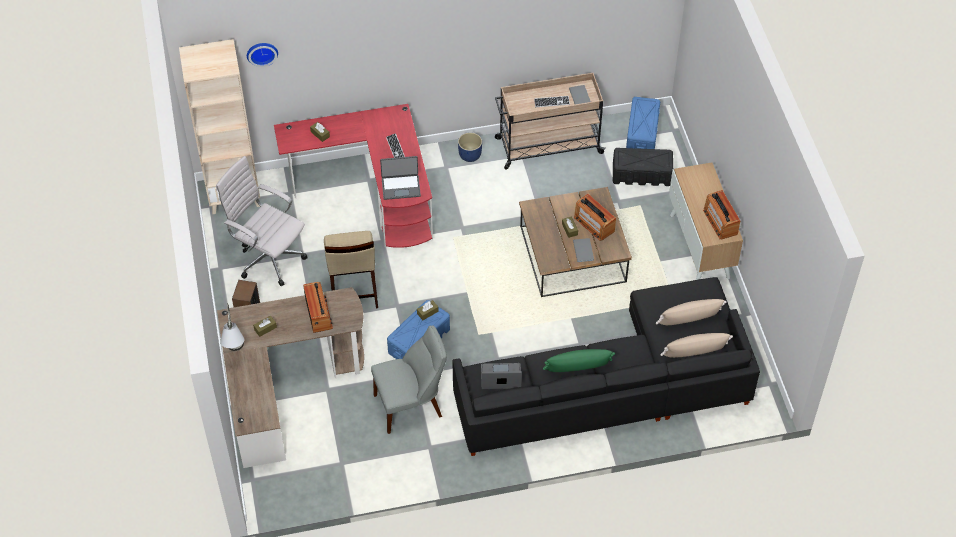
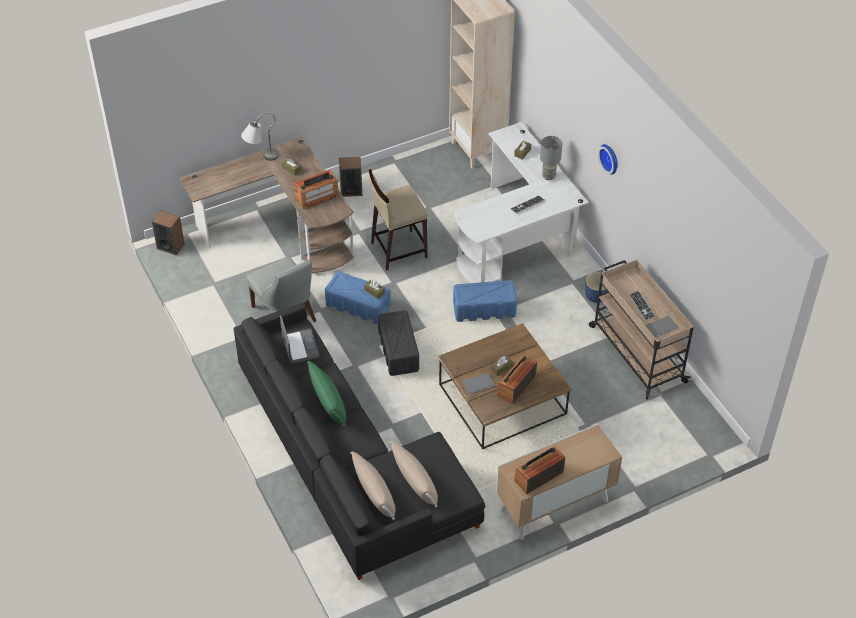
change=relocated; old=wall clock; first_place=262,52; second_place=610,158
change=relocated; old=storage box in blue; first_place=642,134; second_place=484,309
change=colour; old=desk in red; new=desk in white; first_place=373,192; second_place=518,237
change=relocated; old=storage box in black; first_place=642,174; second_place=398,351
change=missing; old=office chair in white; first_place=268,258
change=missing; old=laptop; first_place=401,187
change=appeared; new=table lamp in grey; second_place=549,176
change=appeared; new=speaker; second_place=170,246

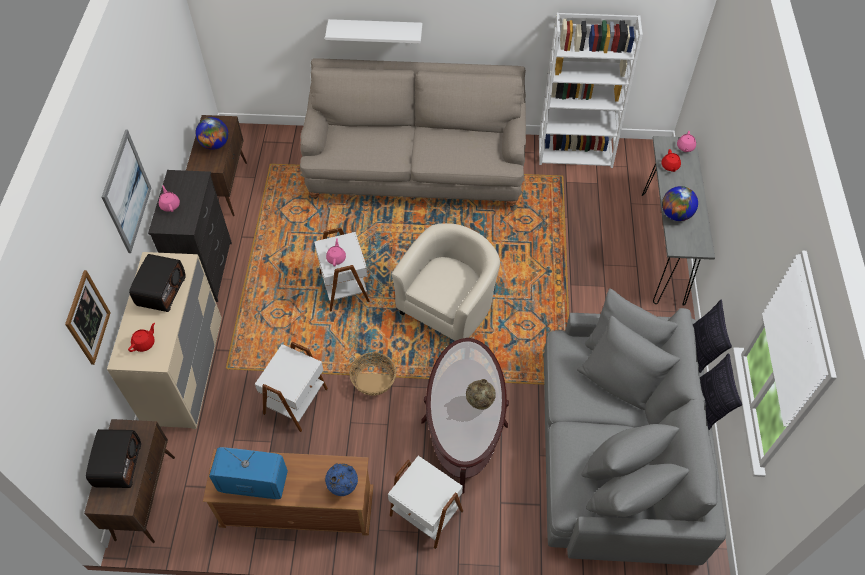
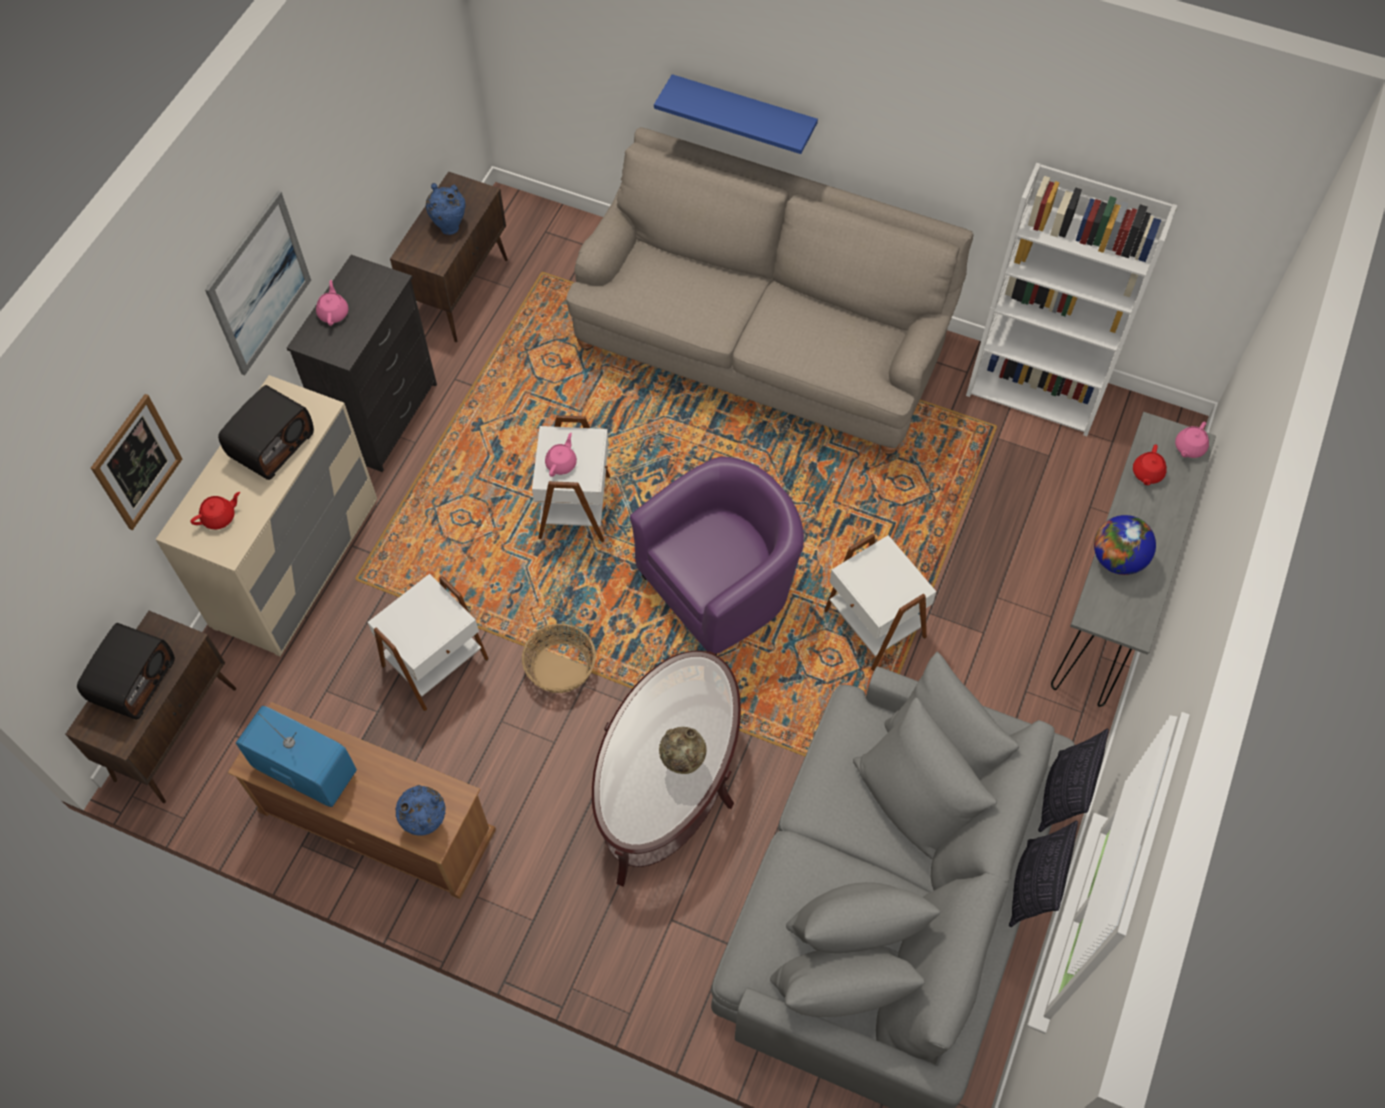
change=colour; old=shelf in white; new=shelf in blue; first_place=375,31; second_place=743,111
change=exchanged; old=globe; new=vase in blue; first_place=215,144; second_place=449,226
change=colour; old=armchair in beige; new=armchair in purple; first_place=448,306; second_place=721,587
change=relocated; old=side table in white; first_place=425,514; second_place=873,625

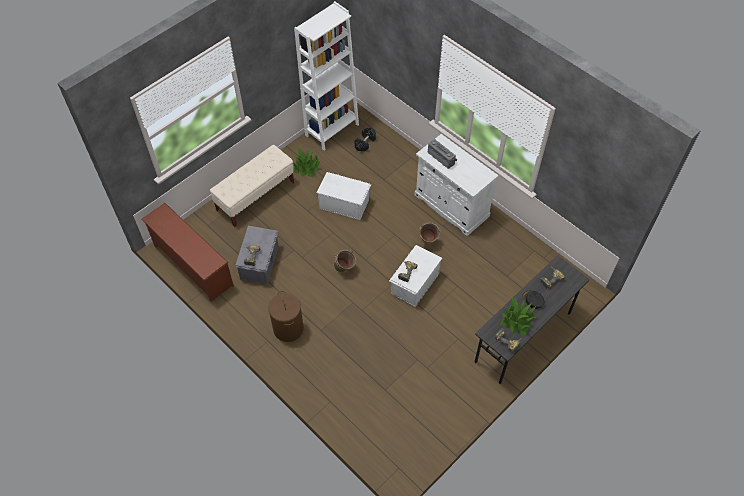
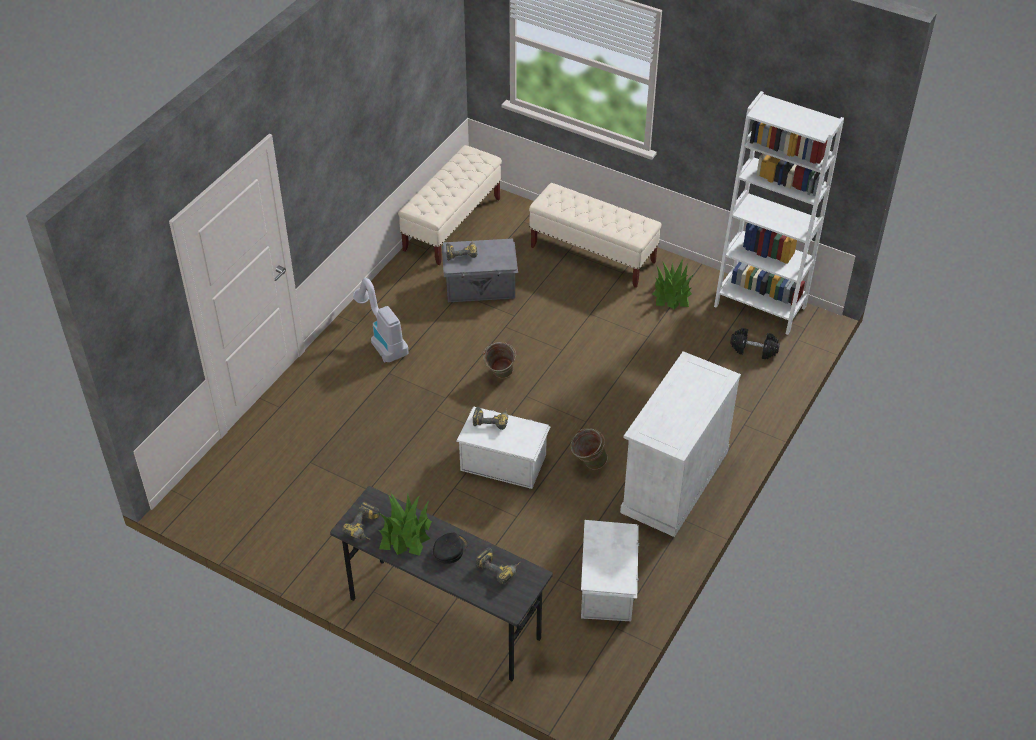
change=missing; old=radio; first_place=442,157
change=relocated; old=storage box in white; first_place=344,203; second_place=608,585
change=exchanged; old=shoe rack in brown; new=bench in beige; first_place=192,266; second_place=452,224
change=exchanged; old=laundry basket in brown; new=vacuum cleaner; first_place=288,329; second_place=382,339

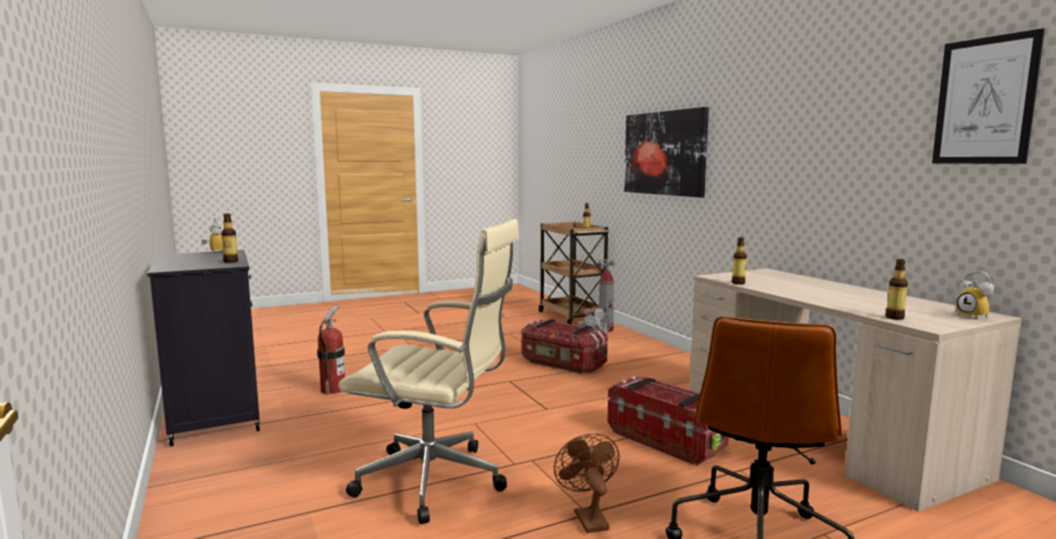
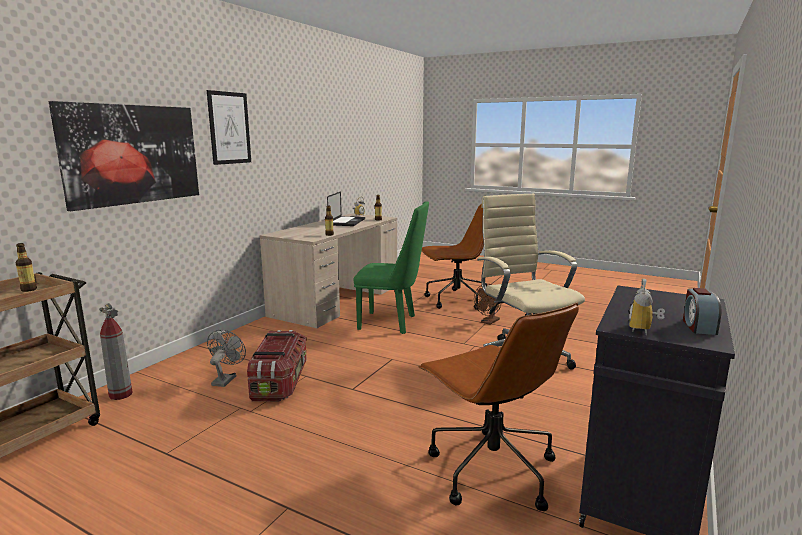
change=relocated; old=picture; first_place=984,101; second_place=229,128
change=missing; old=bottle; first_place=231,261
change=exchanged; old=fire extinguisher; new=office chair in brown; first_place=333,389; second_place=490,469
change=exchanged; old=storage box; new=chair in green; first_place=666,440; second_place=392,323
change=appeared; new=laptop; second_place=347,222
change=appeared; new=alarm clock; second_place=698,326

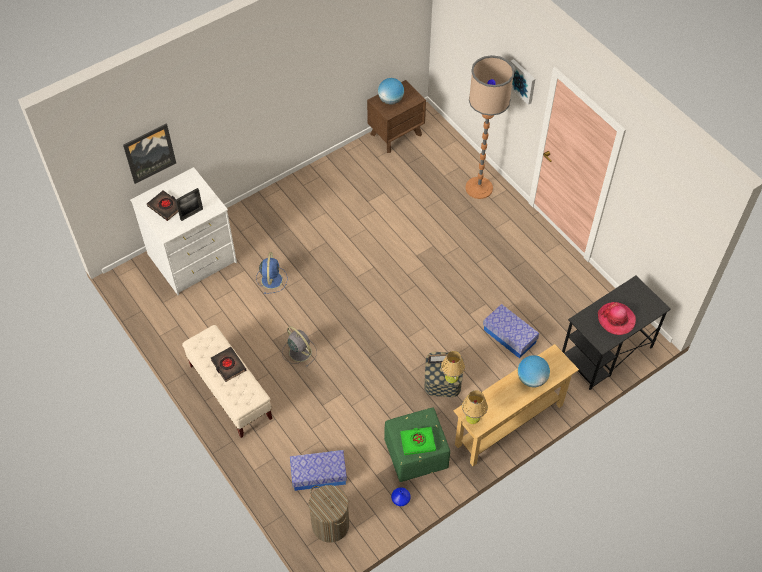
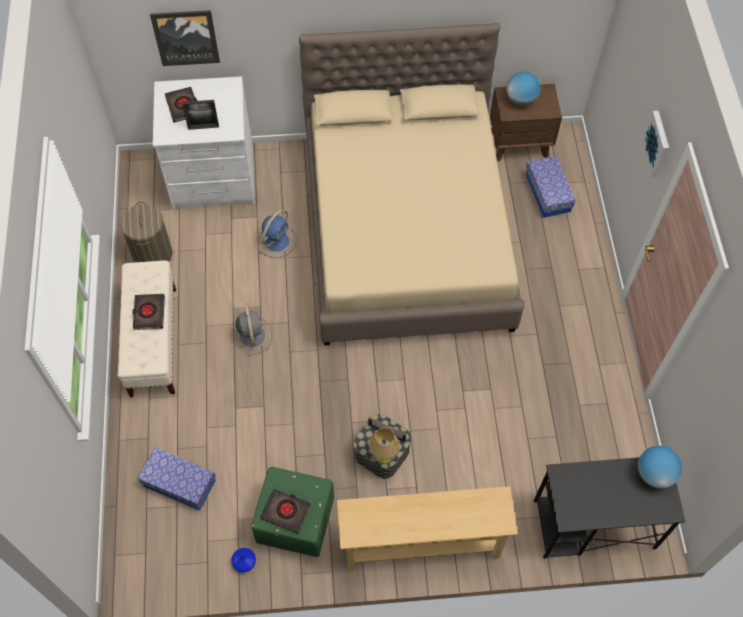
change=missing; old=floor lamp; first_place=479,188
change=missing; old=hat; first_place=616,319
change=relocated; old=storage box; first_place=509,336; second_place=548,193
change=relocated; old=globe; first_place=531,379; second_place=654,474
change=missing; old=table lamp; first_place=473,417
change=colour; old=book in green; new=book in black; first_place=417,442; second_place=286,511
change=relocated; old=laundry basket; first_place=330,524; second_place=152,254
change=appeared; new=bed in beige; second_place=407,231

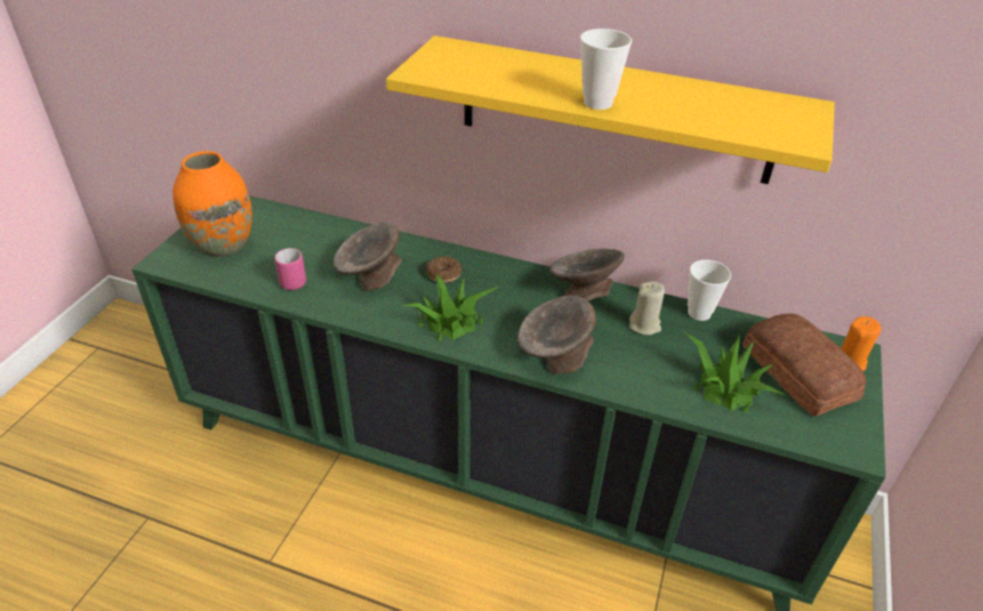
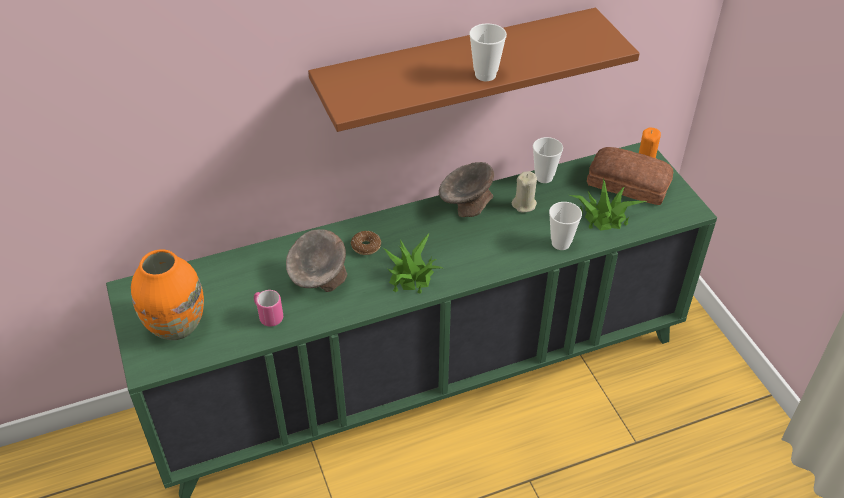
change=colour; old=shelf in yellow; new=shelf in brown; first_place=615,110; second_place=457,68
change=missing; old=bowl in grey; first_place=554,356
change=appeared; new=cup; second_place=561,243

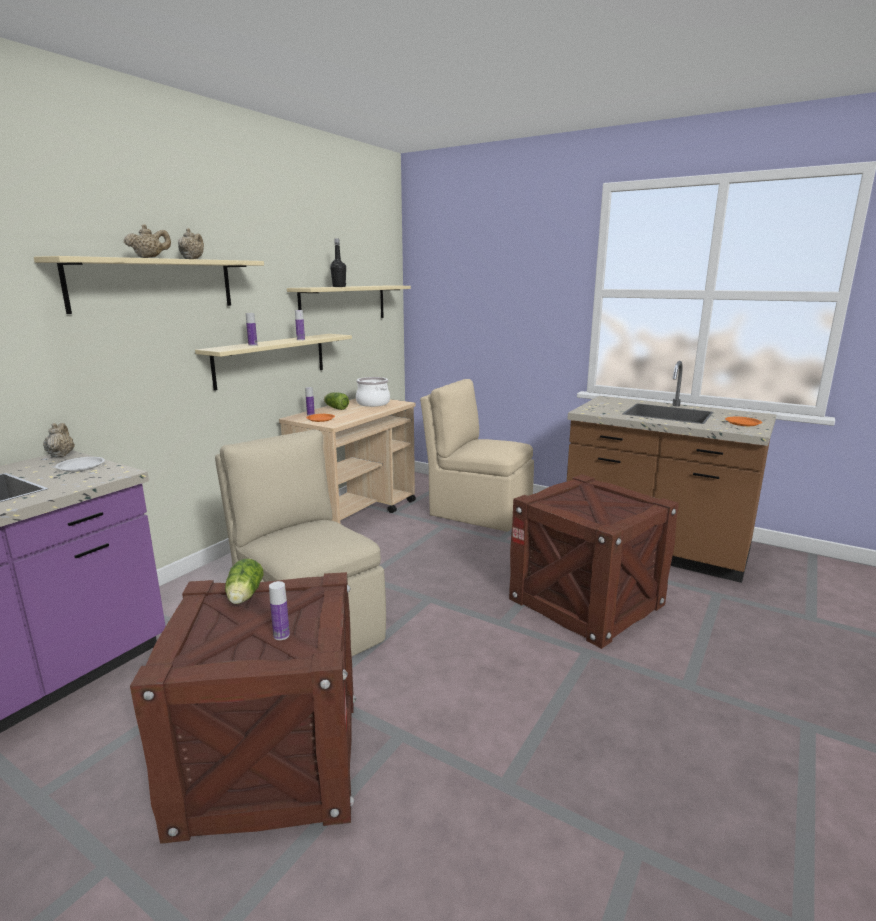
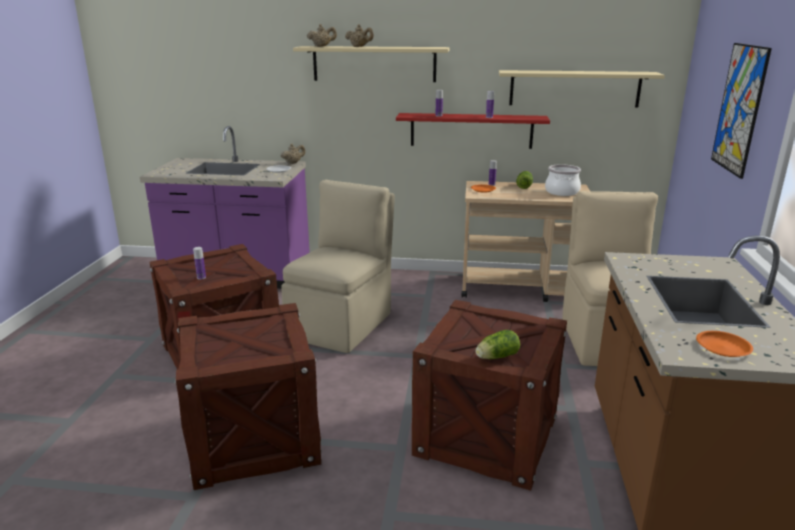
change=relocated; old=teapot in beige; first_place=192,259; second_place=322,46
change=missing; old=bottle in black; first_place=339,286
change=colour; old=shelf in beige; new=shelf in red; first_place=271,360; second_place=471,130
change=relocated; old=lettuce; first_place=244,597; second_place=495,357
change=appeared; new=picture; second_place=739,109
change=appeared; new=crate; second_place=254,438

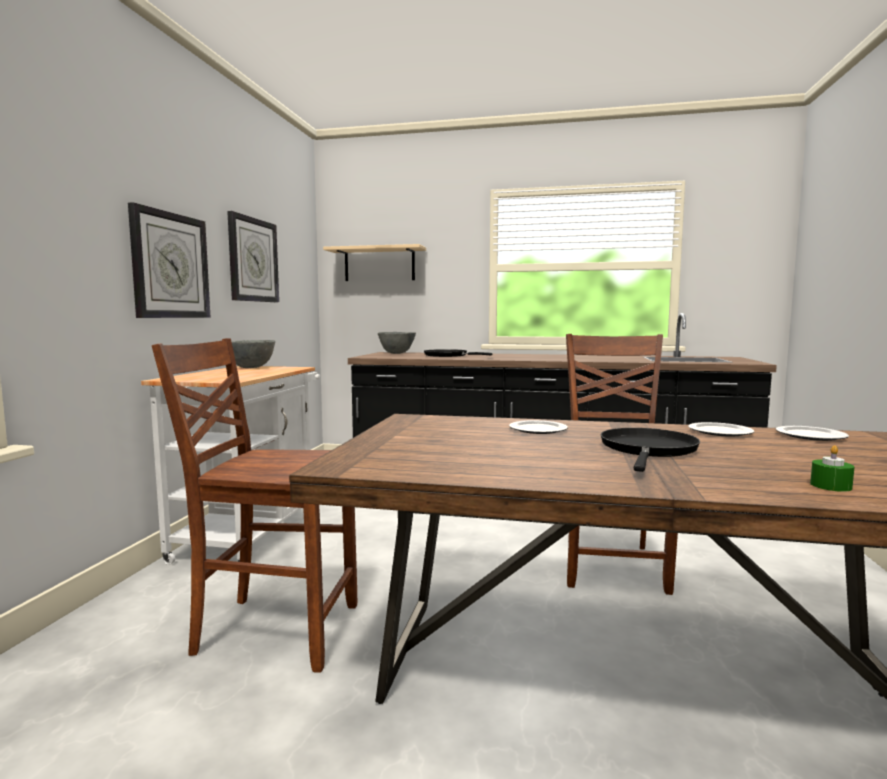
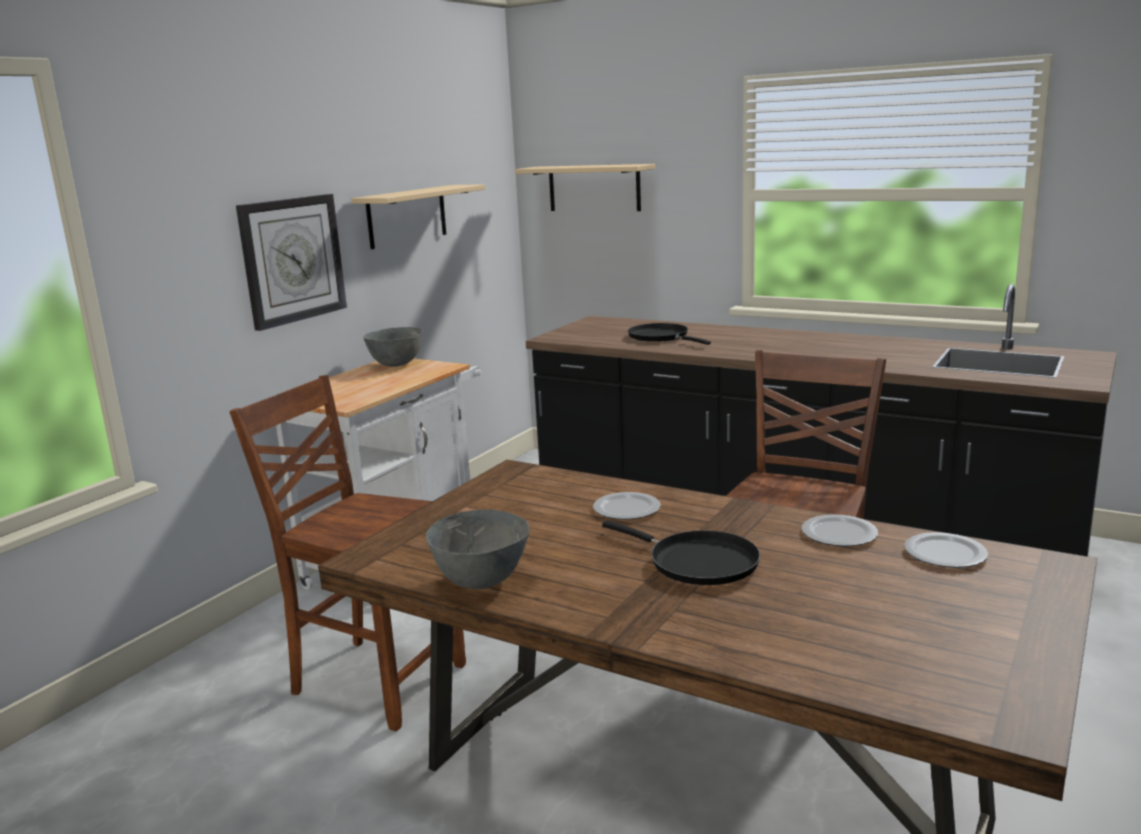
change=exchanged; old=wall clock; new=shelf in beige; first_place=253,260; second_place=407,216
change=relocated; old=bowl in grey; first_place=396,353; second_place=481,582
change=spun; old=frying pan in black; first_place=648,450; second_place=697,562; degrees=90
change=missing; old=candle in green; first_place=830,486

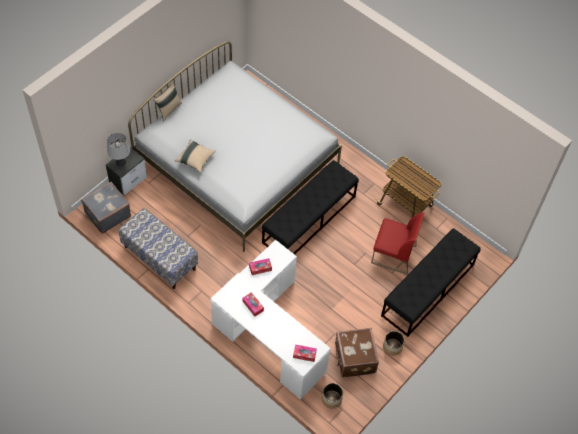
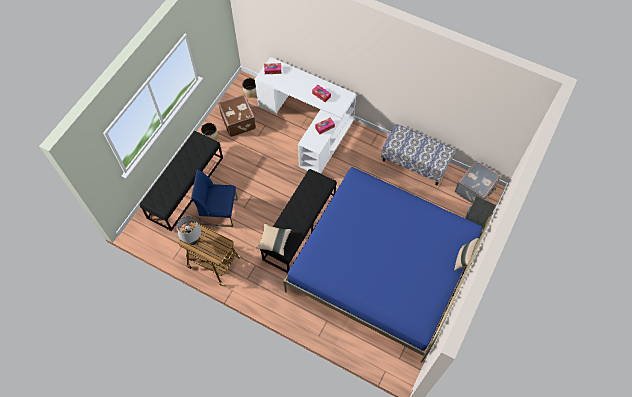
change=colour; old=bed in white; new=bed in blue; first_place=237,163; second_place=382,267
change=relocated; old=table lamp in grey; first_place=120,162; second_place=192,240
change=relocated; old=pillow in beige; first_place=195,159; second_place=274,241
change=colour; old=chair in red; new=chair in blue; first_place=393,254; second_place=219,211

